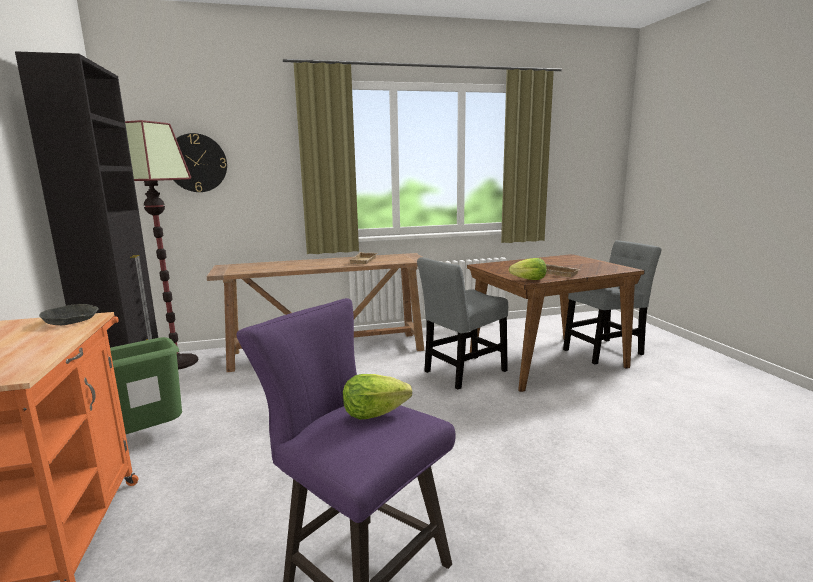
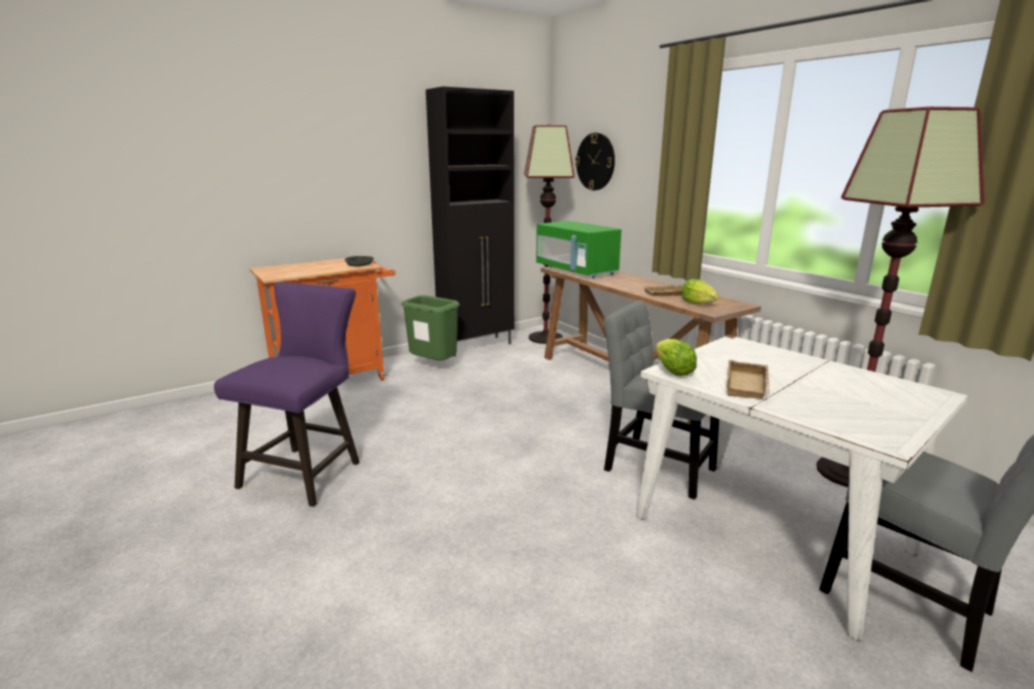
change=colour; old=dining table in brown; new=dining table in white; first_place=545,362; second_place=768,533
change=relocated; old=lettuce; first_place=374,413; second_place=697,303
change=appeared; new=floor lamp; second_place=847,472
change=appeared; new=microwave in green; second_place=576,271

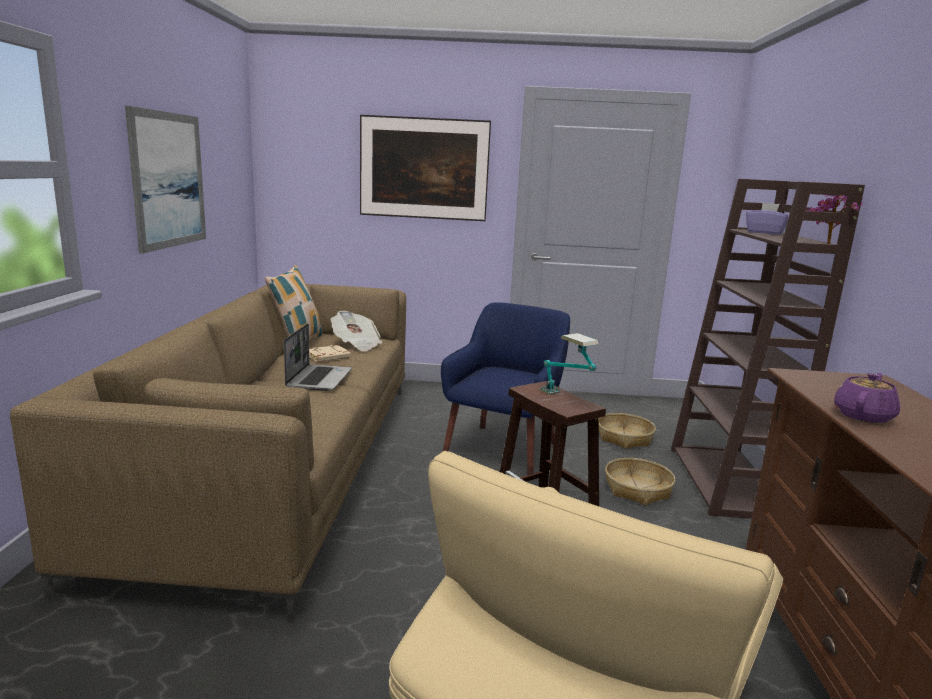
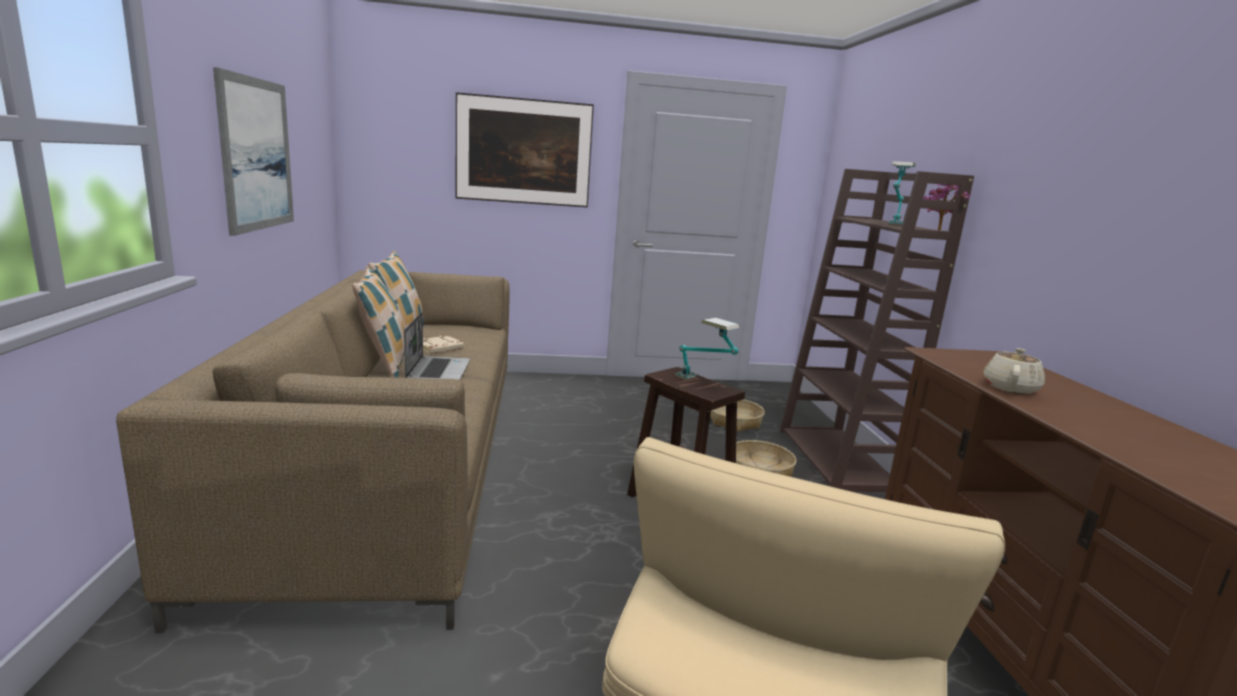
change=missing; old=tissue box in purple; first_place=764,233
change=missing; old=armchair in blue; first_place=503,450
change=missing; old=newspaper; first_place=356,344
change=colour; old=teapot in purple; new=teapot in beige; first_place=863,415; second_place=1010,388
change=appeared; new=table lamp; second_place=893,226
change=appeared; new=pillow; second_place=383,365

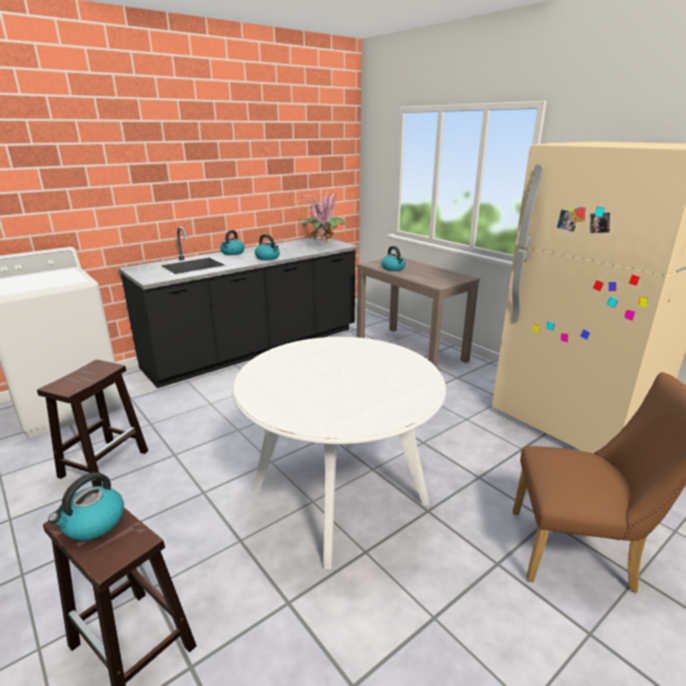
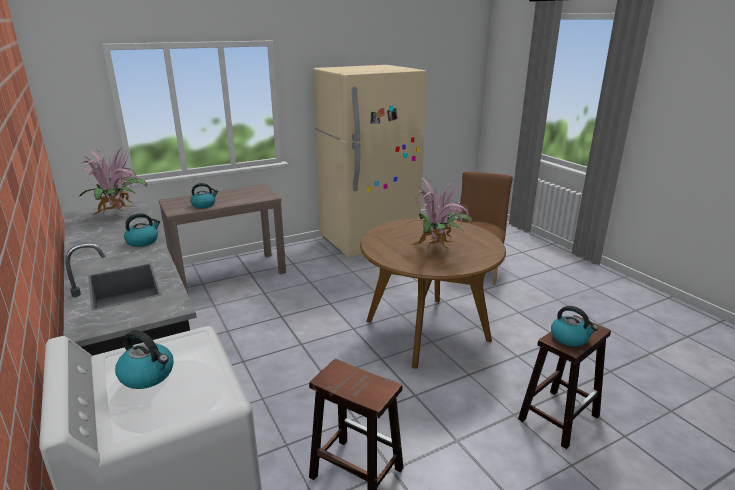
change=relocated; old=kettle; first_place=232,253; second_place=148,375
change=colour; old=dining table in white; new=dining table in brown; first_place=339,495; second_place=427,330
change=appeared; new=potted plant; second_place=437,248

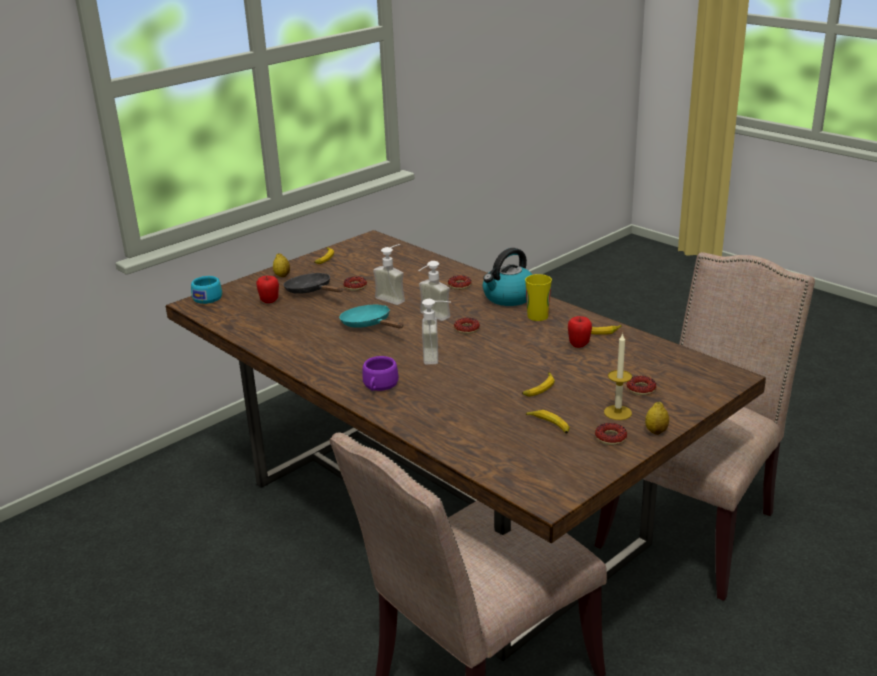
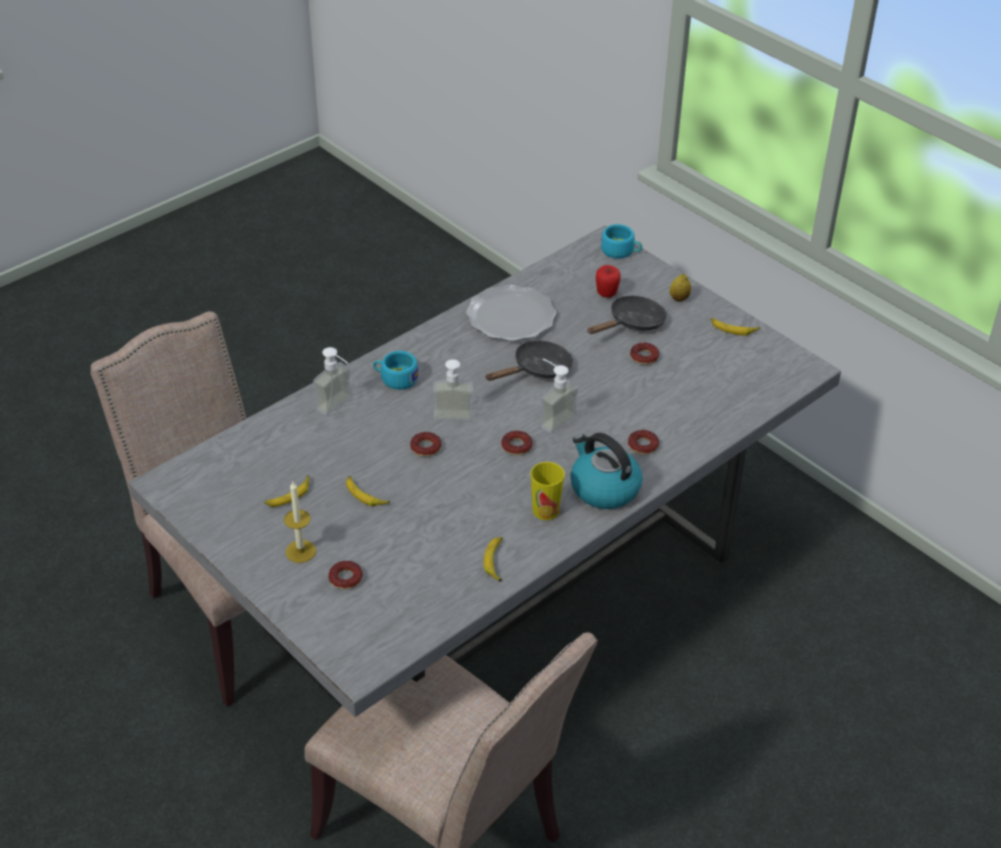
change=colour; old=dining table in brown; new=dining table in grey; first_place=446,515; second_place=496,595
change=relocated; old=soap dispenser; first_place=394,297; second_place=340,407
change=colour; old=frying pan in turquoise; new=frying pan in black; first_place=369,325; second_place=537,370
change=missing; old=apple; first_place=579,345
change=colour; old=cup in purple; new=cup in turquoise; first_place=379,386; second_place=395,378
change=missing; old=lemon; first_place=656,431
change=relocated; old=donut; first_place=610,438; second_place=425,448
change=appeared; new=plate; second_place=510,317

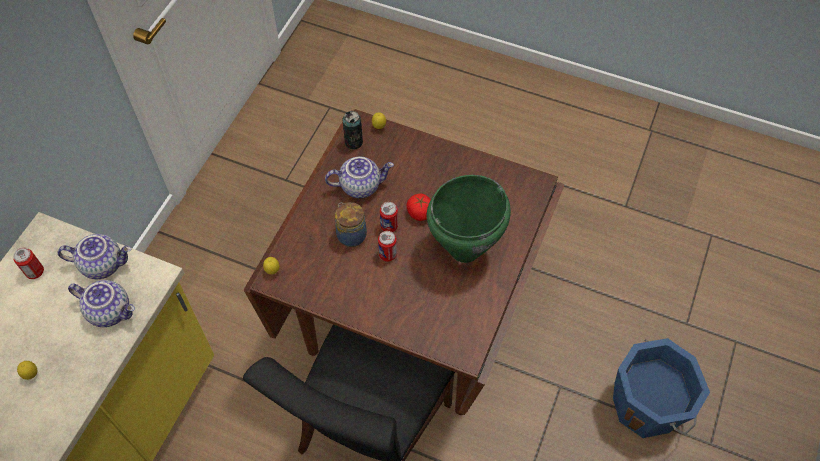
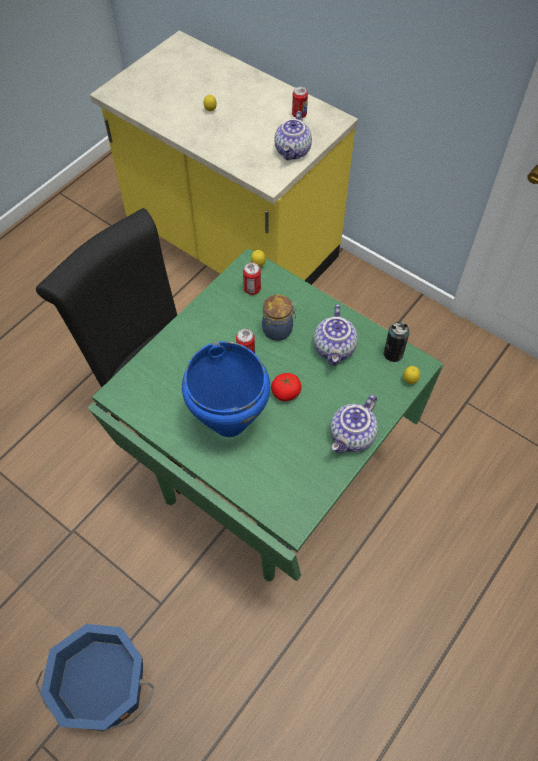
change=colour; old=dining table in brown; new=dining table in green; first_place=410,325; second_place=270,478
change=colour; old=cooking pot in green; new=cooking pot in blue; first_place=465,250; second_place=229,423
change=relocated; old=can; first_place=389,226; second_place=252,289
change=relocated; old=teapot; first_place=111,310; second_place=352,437

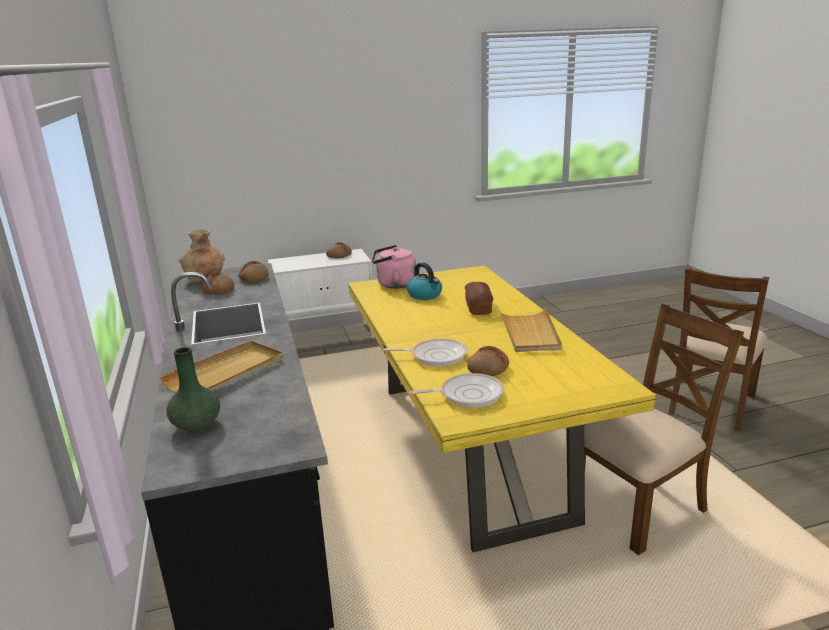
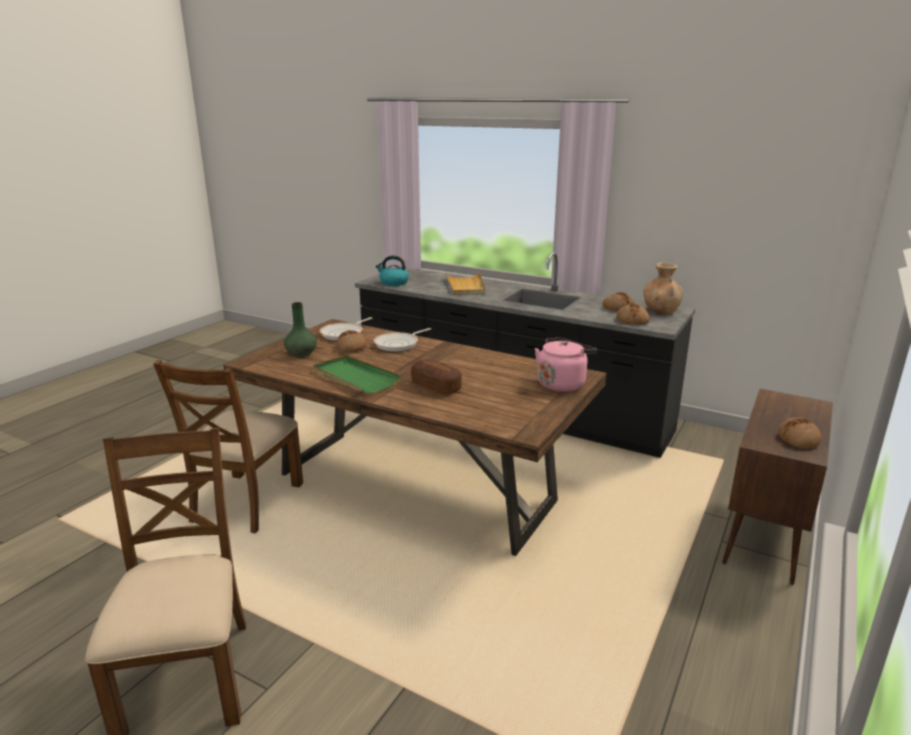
change=colour; old=cabinet in white; new=cabinet in brown; first_place=327,337; second_place=765,535
change=relocated; old=kettle; first_place=425,295; second_place=393,283
change=colour; old=dining table in yellow; new=dining table in brown; first_place=468,448; second_place=416,488
change=colour; old=tray in beige; new=tray in green; first_place=529,333; second_place=355,377
change=relocated; old=vase in green; first_place=196,424; second_place=301,353

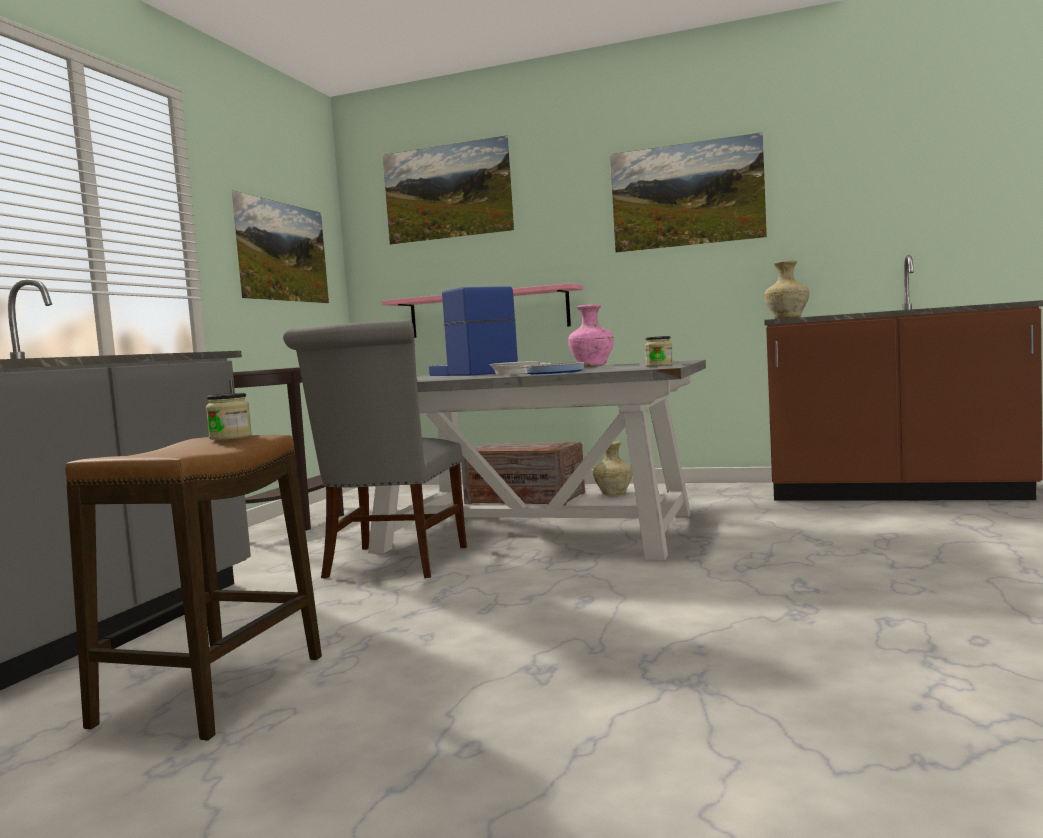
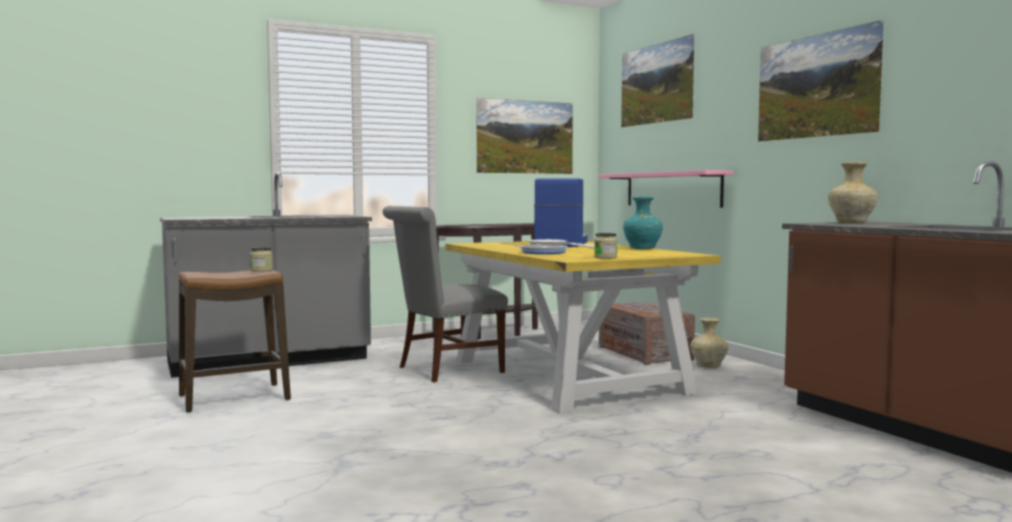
change=colour; old=vase in pink; new=vase in turquoise; first_place=592,366; second_place=642,249
change=colour; old=dining table in grey; new=dining table in yellow; first_place=535,532; second_place=565,375

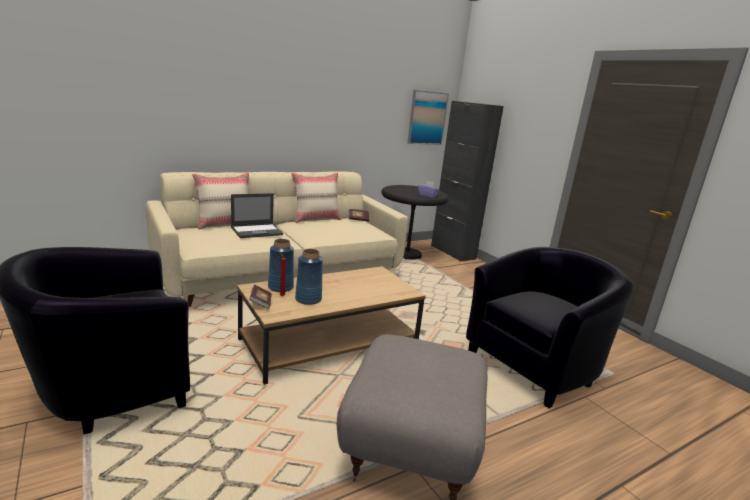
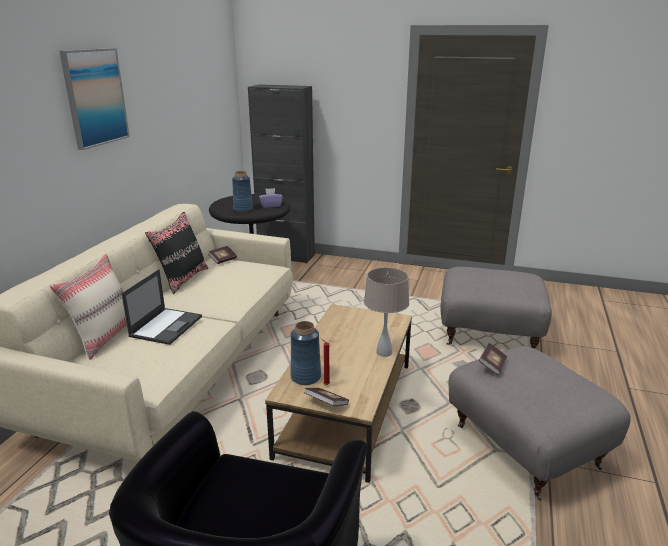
change=relocated; old=picture; first_place=427,118; second_place=95,97
change=colour; old=pillow in beige; new=pillow in black; first_place=316,219; second_place=182,279
change=exchanged; old=armchair in black; new=ottoman in grey; first_place=535,366; second_place=489,334
change=relocated; old=vase in blue; first_place=308,299; second_place=243,209
change=appeared; new=table lamp in beige; second_place=384,352
change=appeared; new=book; second_place=492,365

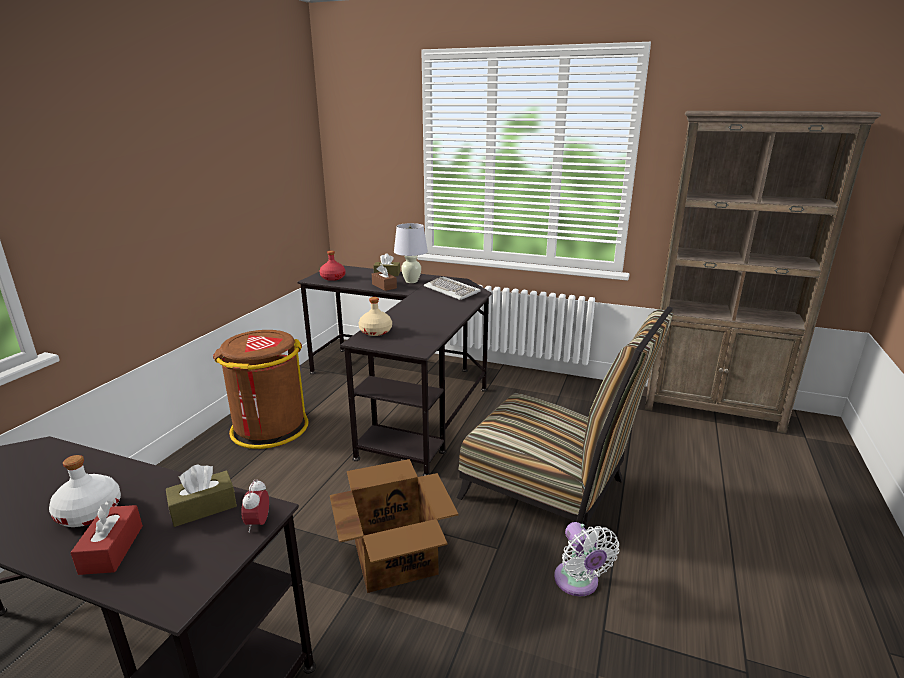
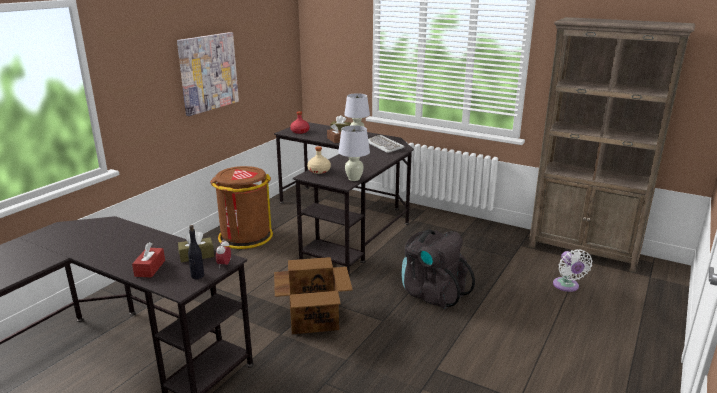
change=exchanged; old=chair; new=backpack in black; first_place=552,493; second_place=432,293
change=missing; old=bottle in white; first_place=90,512
change=relocated; old=fan in white; first_place=578,583; second_place=567,286
change=appeared; new=picture; second_place=208,72
change=appeared; new=table lamp in white; second_place=354,179
change=appeared; new=bottle in black; second_place=197,276

